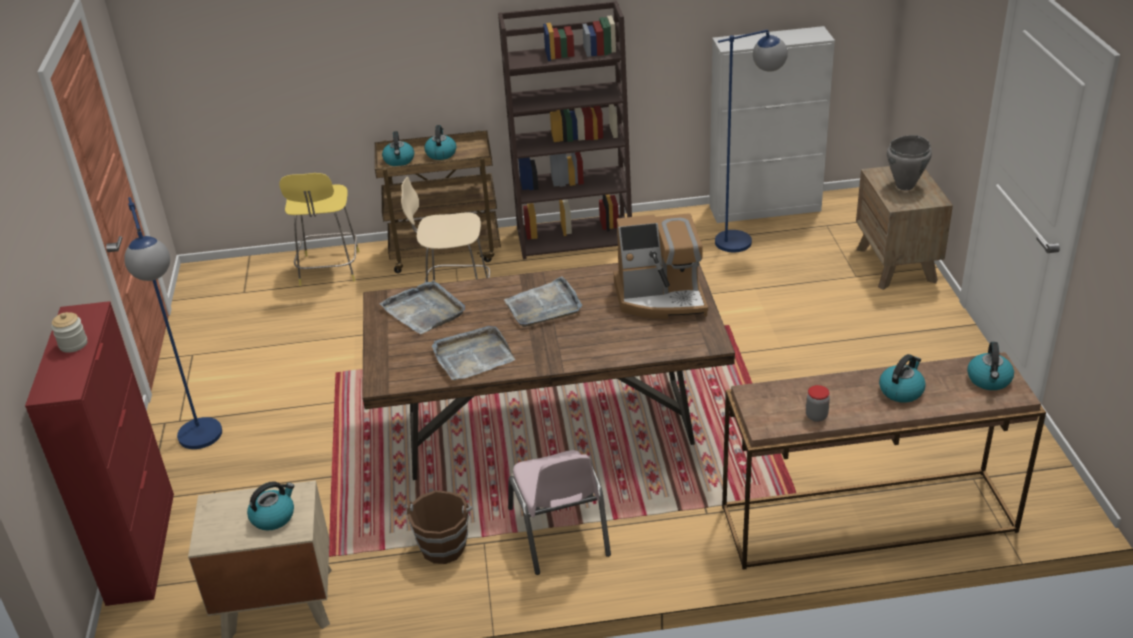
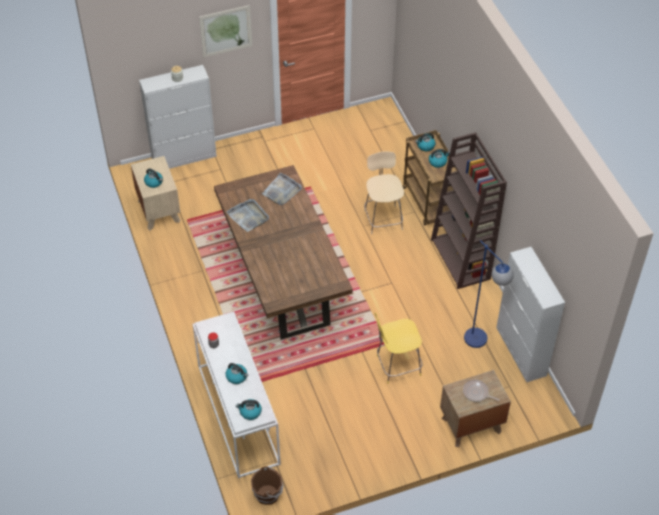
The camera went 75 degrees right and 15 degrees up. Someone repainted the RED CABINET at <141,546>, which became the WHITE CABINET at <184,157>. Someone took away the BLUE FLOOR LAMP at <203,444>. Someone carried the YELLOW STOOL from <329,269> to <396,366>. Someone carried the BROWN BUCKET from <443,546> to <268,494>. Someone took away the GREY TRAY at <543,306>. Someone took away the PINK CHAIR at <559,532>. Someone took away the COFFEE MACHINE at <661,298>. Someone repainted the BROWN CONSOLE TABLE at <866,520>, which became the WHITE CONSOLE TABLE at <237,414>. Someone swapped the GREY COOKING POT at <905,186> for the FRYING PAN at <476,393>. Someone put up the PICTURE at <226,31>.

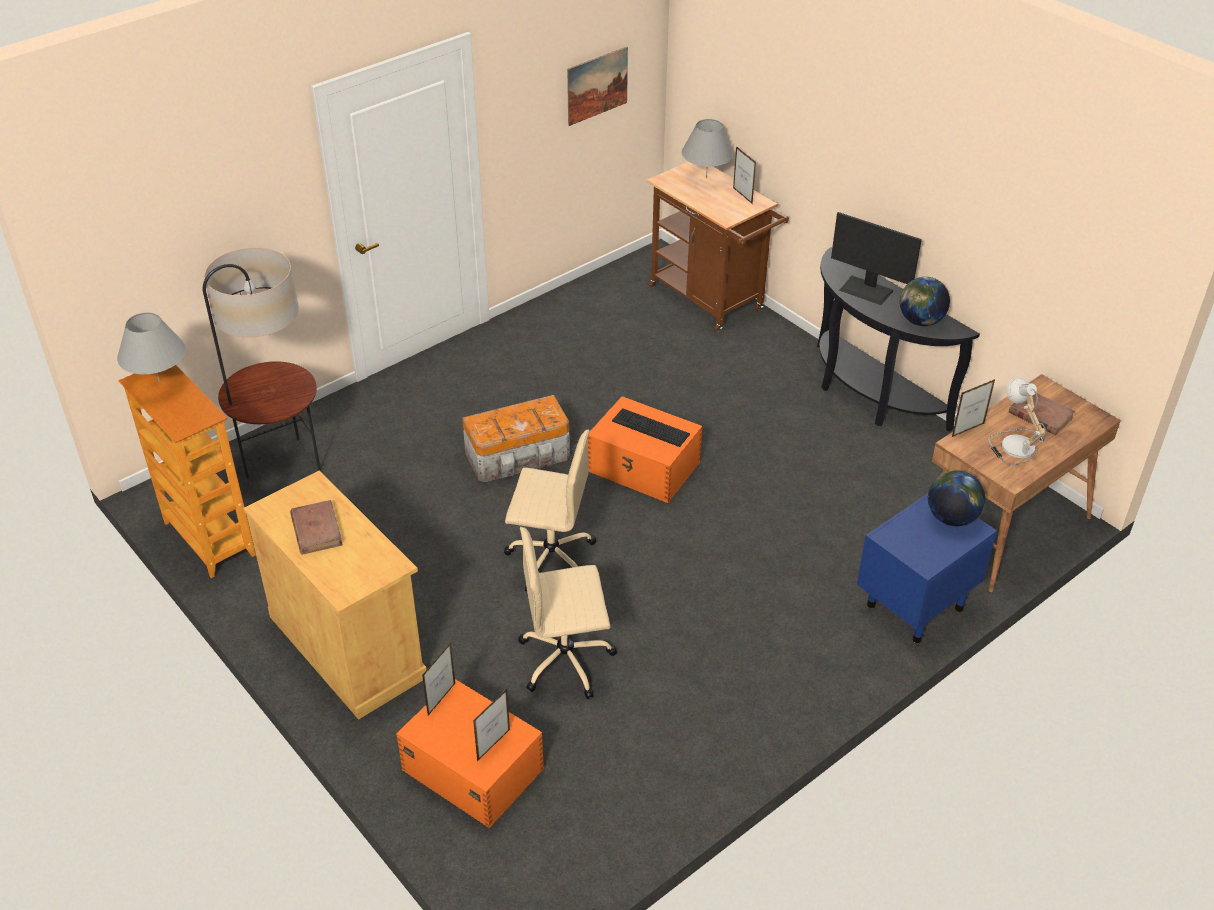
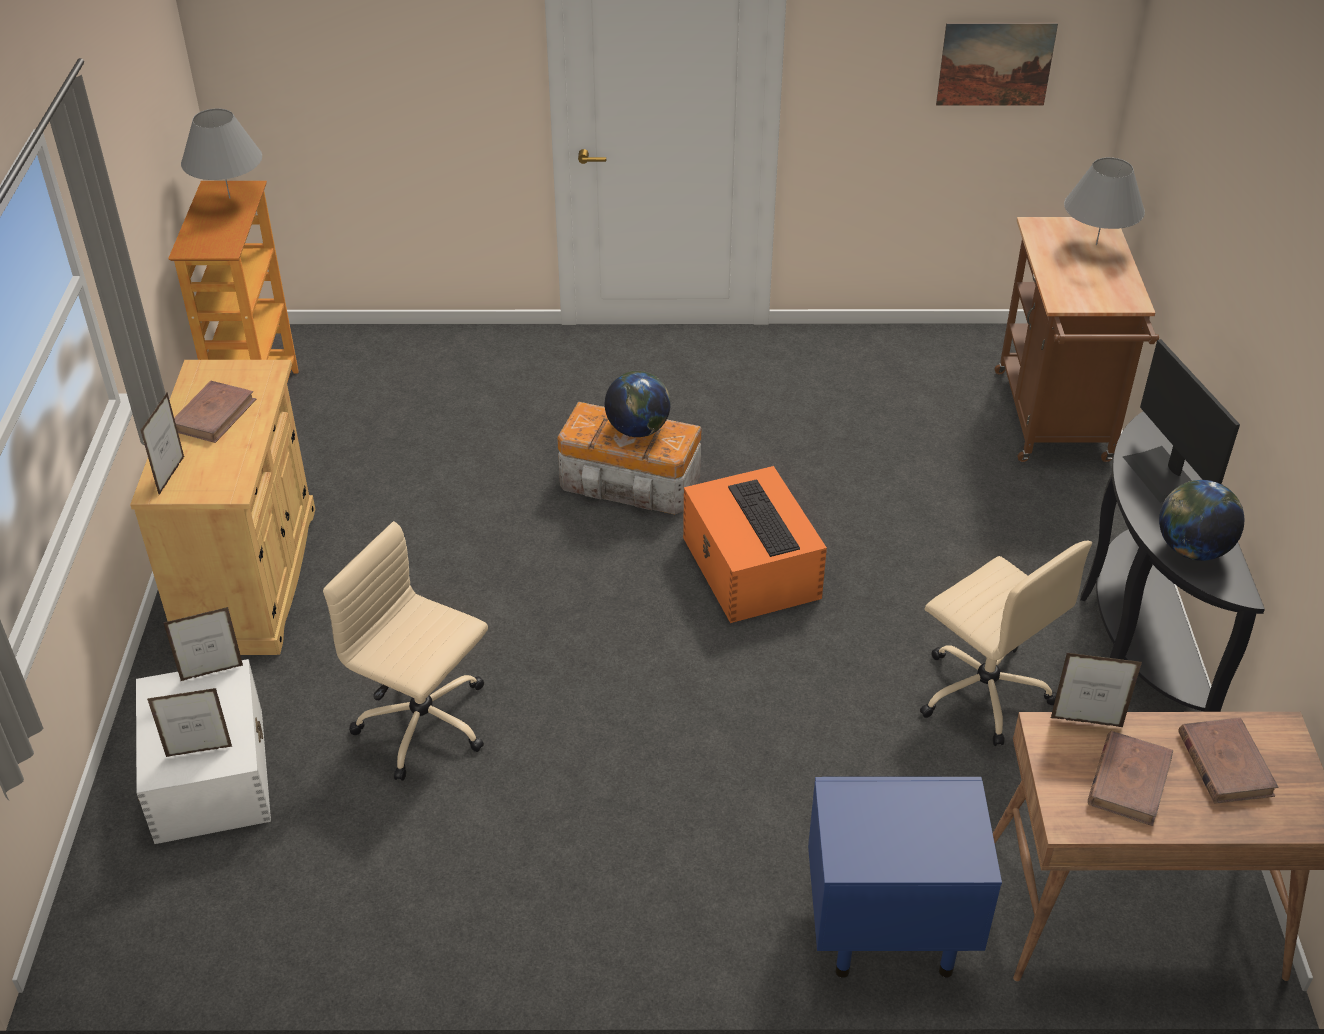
The camera went 40 degrees right and 0 degrees up. Someone took away the FLOOR LAMP at <282,464>. Someone repainted the ORANGE STORAGE BOX at <472,768>, which became the WHITE STORAGE BOX at <211,773>. Someone carried the BEIGE OFFICE CHAIR from <550,558> to <983,691>. Someone carried the PICTURE FRAME from <742,196> to <171,475>. Someone carried the GLOBE from <951,518> to <638,430>. Someone swapped the TABLE LAMP at <1014,446> for the BROWN BOOK at <1129,781>.

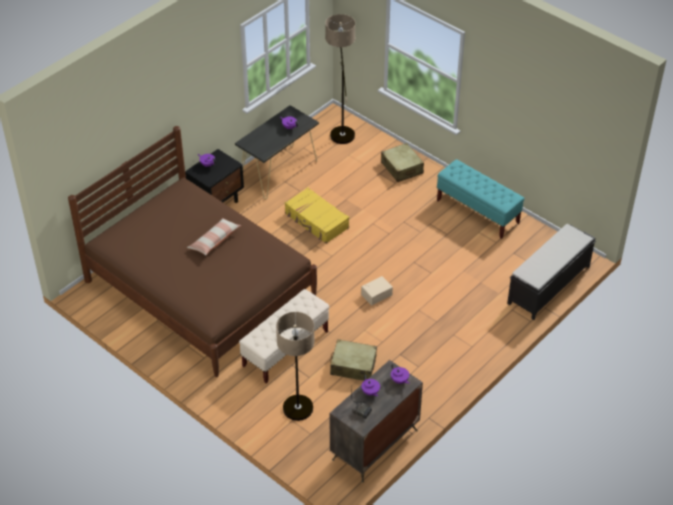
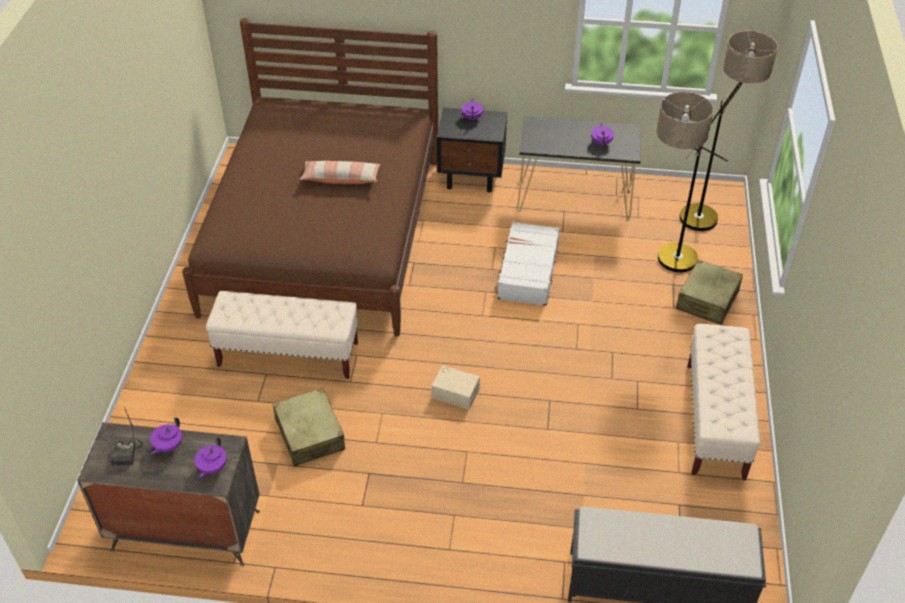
The camera went 55 degrees right and 0 degrees up. Someone carried the FLOOR LAMP from <298,418> to <665,265>. Someone repainted the YELLOW SUITCASE at <316,221>, which became the WHITE SUITCASE at <527,271>. Someone repainted the TURQUOISE BENCH at <478,212>, which became the BEIGE BENCH at <715,421>.

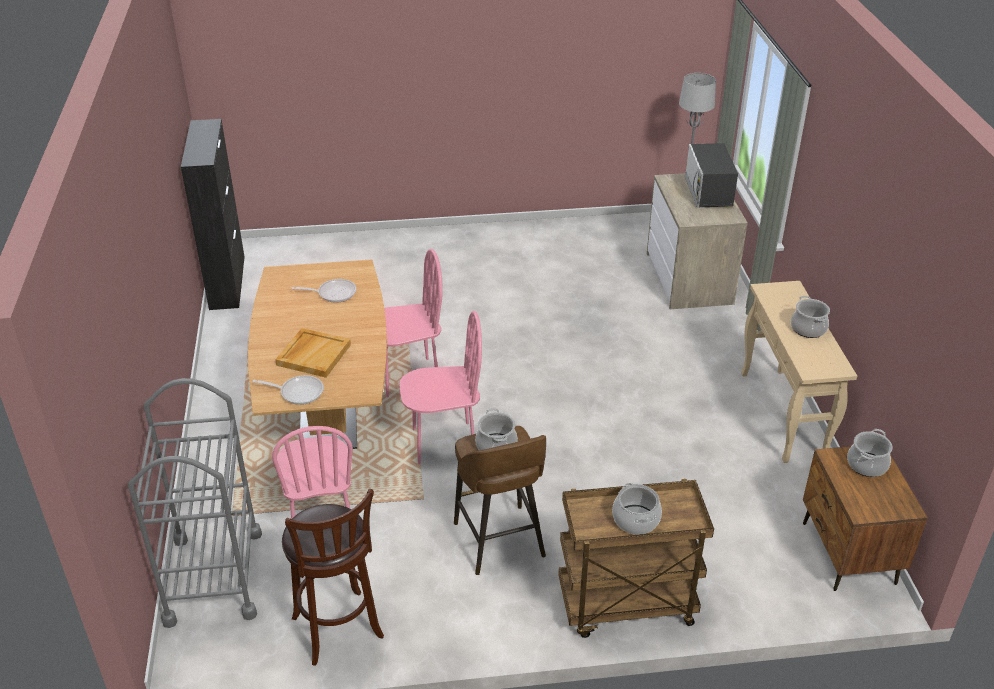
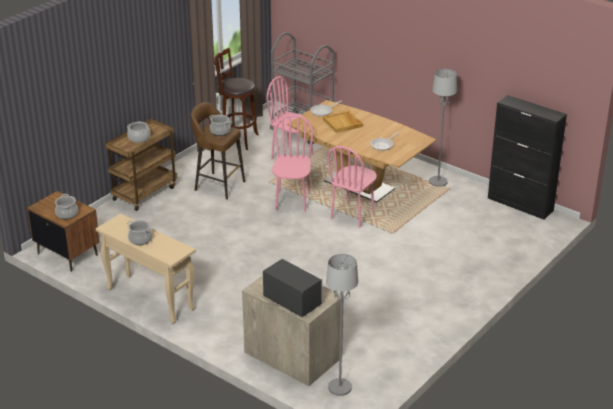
The camera went 135 degrees right and 5 degrees down. Someone rotated the PINK CHAIR at <444,443> by 150 degrees clockwise. Someone put down the GREY FLOOR LAMP at <437,182>.

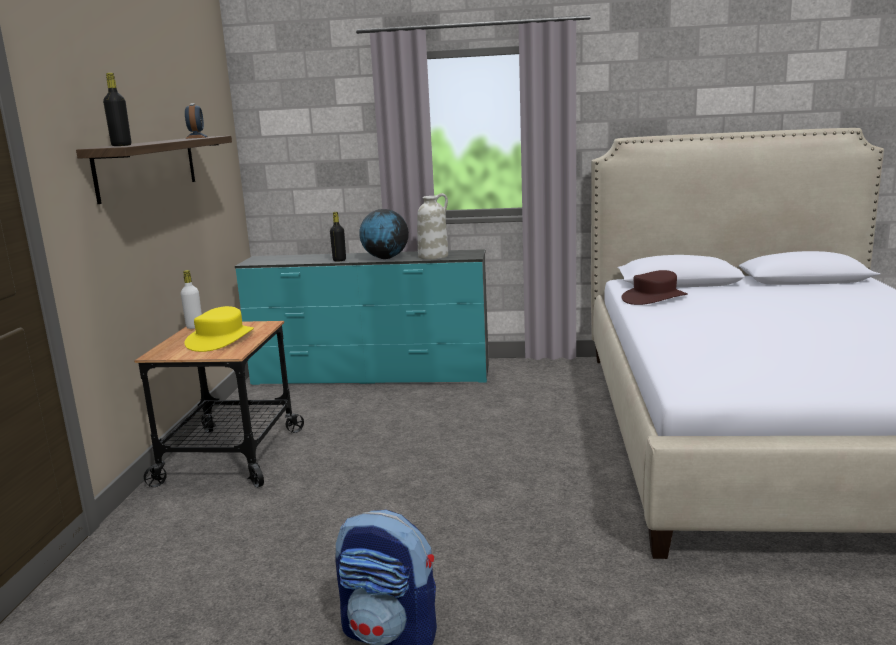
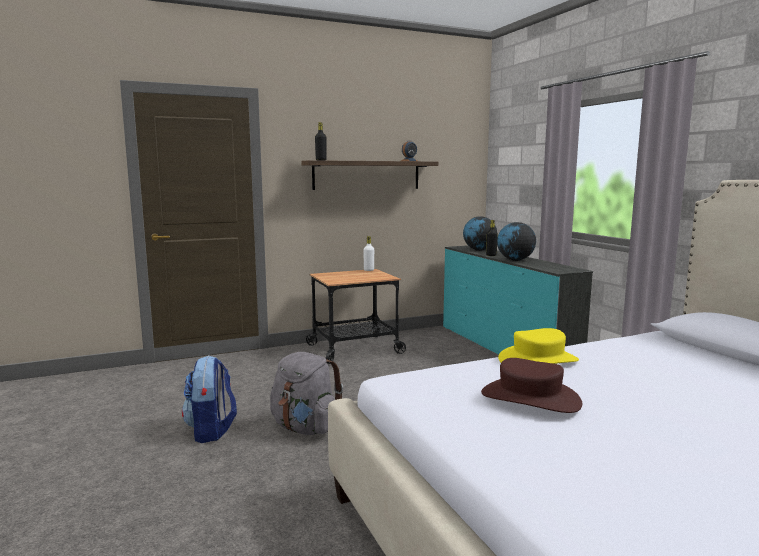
The camera went 60 degrees right and 5 degrees down. Someone carried the YELLOW HAT from <221,339> to <538,360>. Someone took away the WHITE VASE at <433,256>. Someone carried the BROWN HAT from <654,298> to <530,398>. Someone put down the GREY BACKPACK at <305,428>. Someone put down the GLOBE at <479,250>.

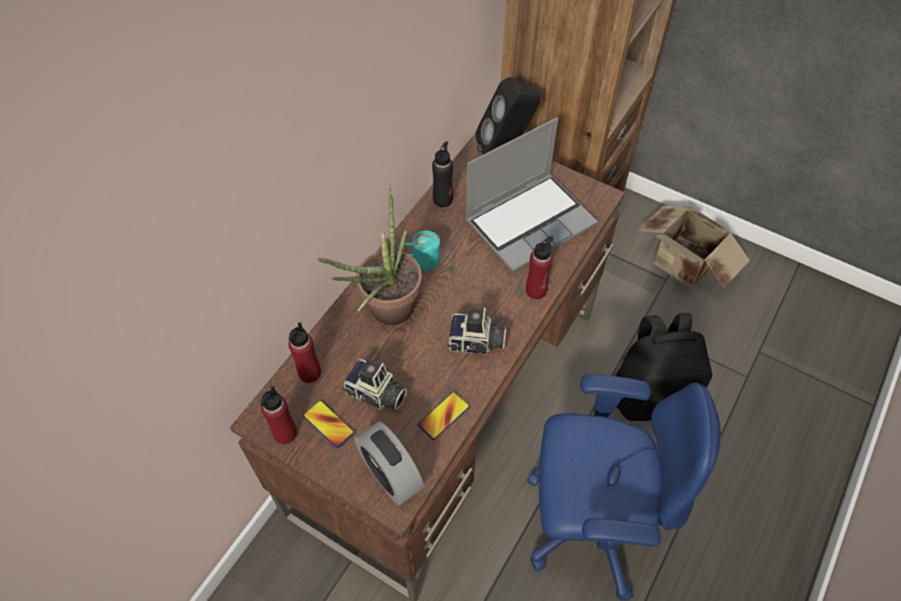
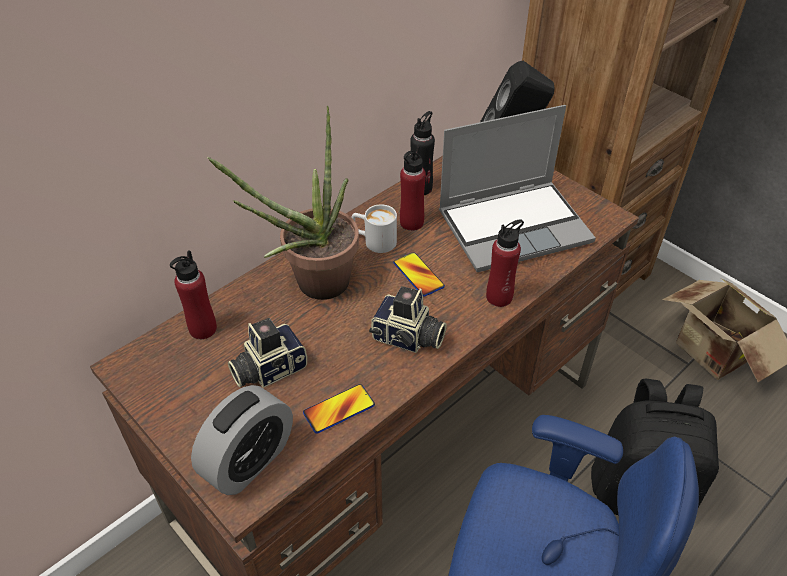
The camera went 15 degrees right and 10 degrees down. Someone carried the RED BOTTLE from <285,433> to <411,222>. Someone carried the PHONE from <328,424> to <418,275>. Someone rotated the PHOTO CAMERA at <376,395> by 105 degrees clockwise. Someone rotated the ALARM CLOCK at <390,474> by 120 degrees counterclockwise. Someone repainted the TURQUOISE MUG at <420,260>, which became the WHITE MUG at <374,241>.

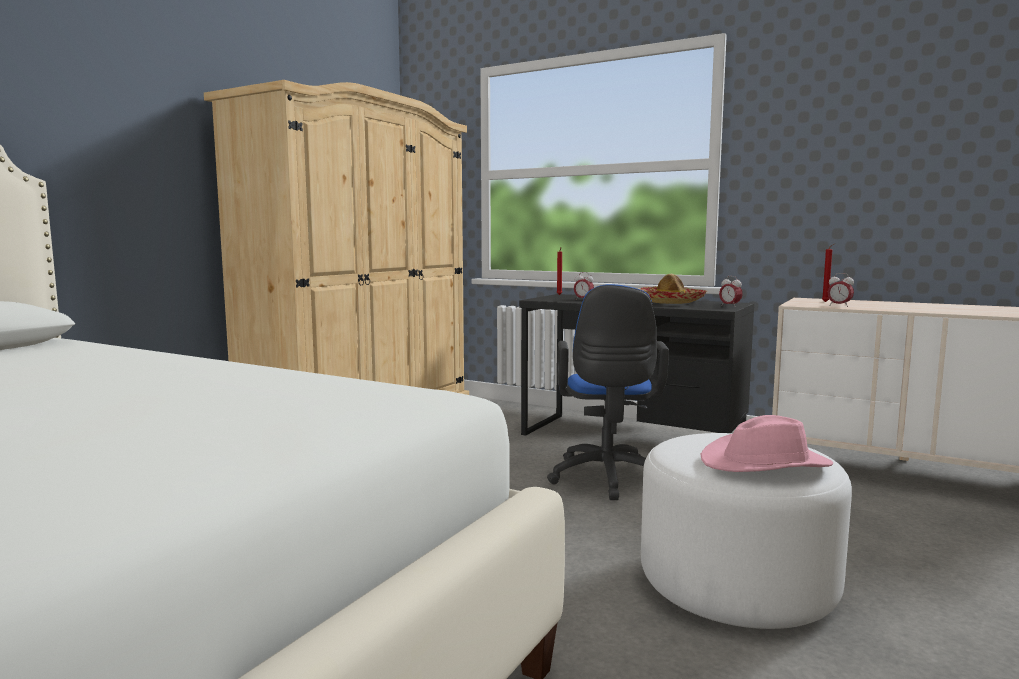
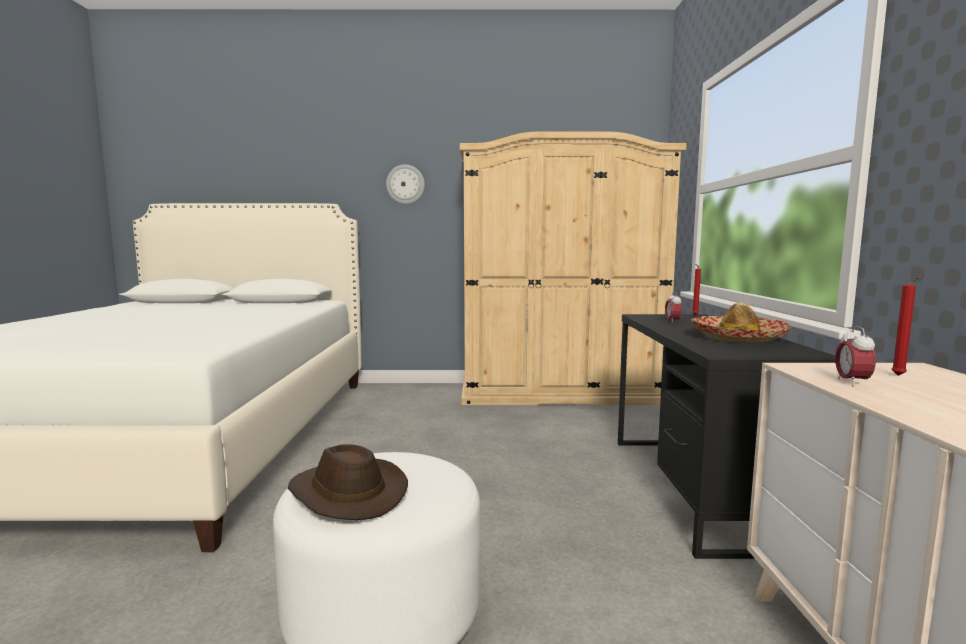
The camera went 60 degrees right and 0 degrees up. Someone took away the BLUE OFFICE CHAIR at <607,480>. Someone repainted the PINK HAT at <765,464>, which became the BROWN HAT at <346,493>. Someone took away the ALARM CLOCK at <730,306>. Someone put up the WALL CLOCK at <405,184>.

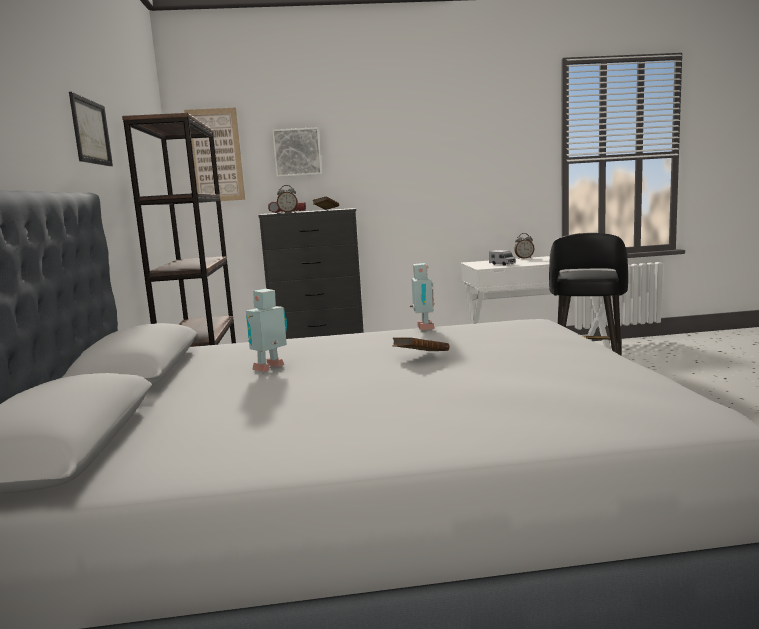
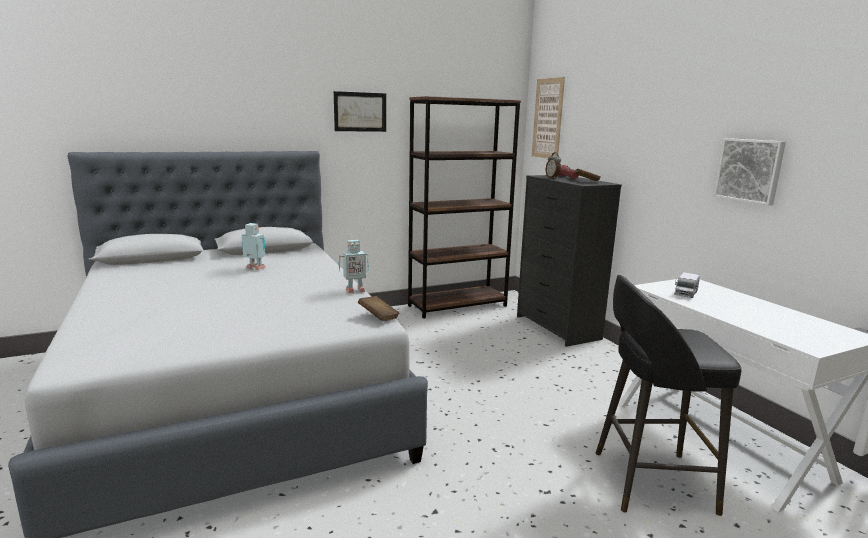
The camera went 70 degrees right and 5 degrees up. Someone carried the PICTURE from <297,152> to <750,170>. Someone carried the BROWN BOOK from <421,357> to <378,317>. Someone took away the ALARM CLOCK at <524,258>.

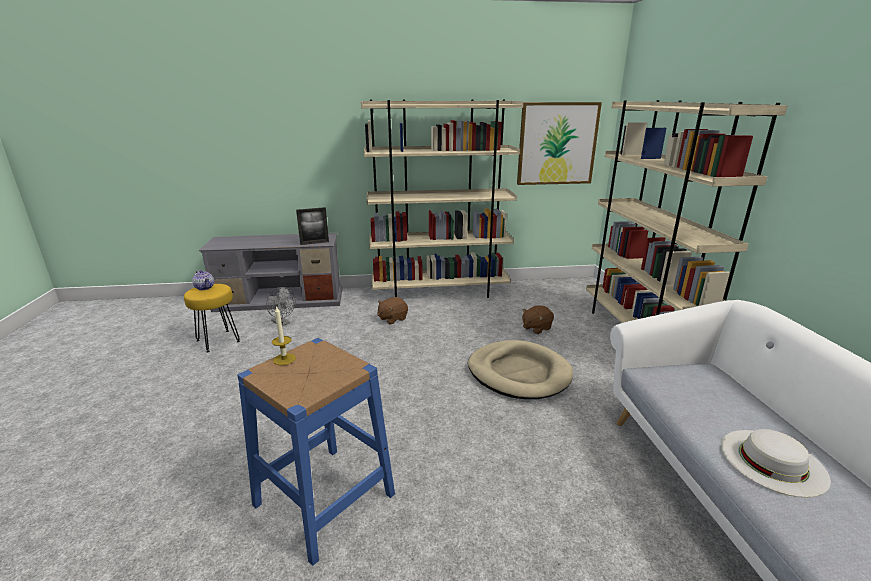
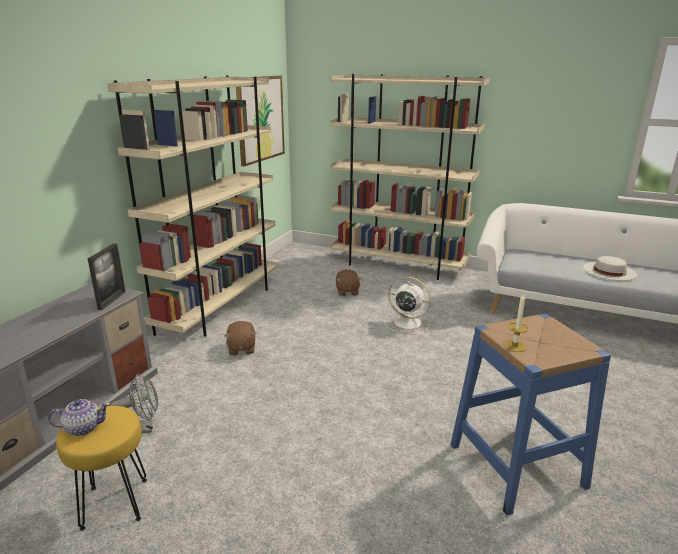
The camera went 60 degrees left and 0 degrees up. Someone swapped the BEIGE DOG BED at <518,373> for the WHITE FAN at <406,322>.

